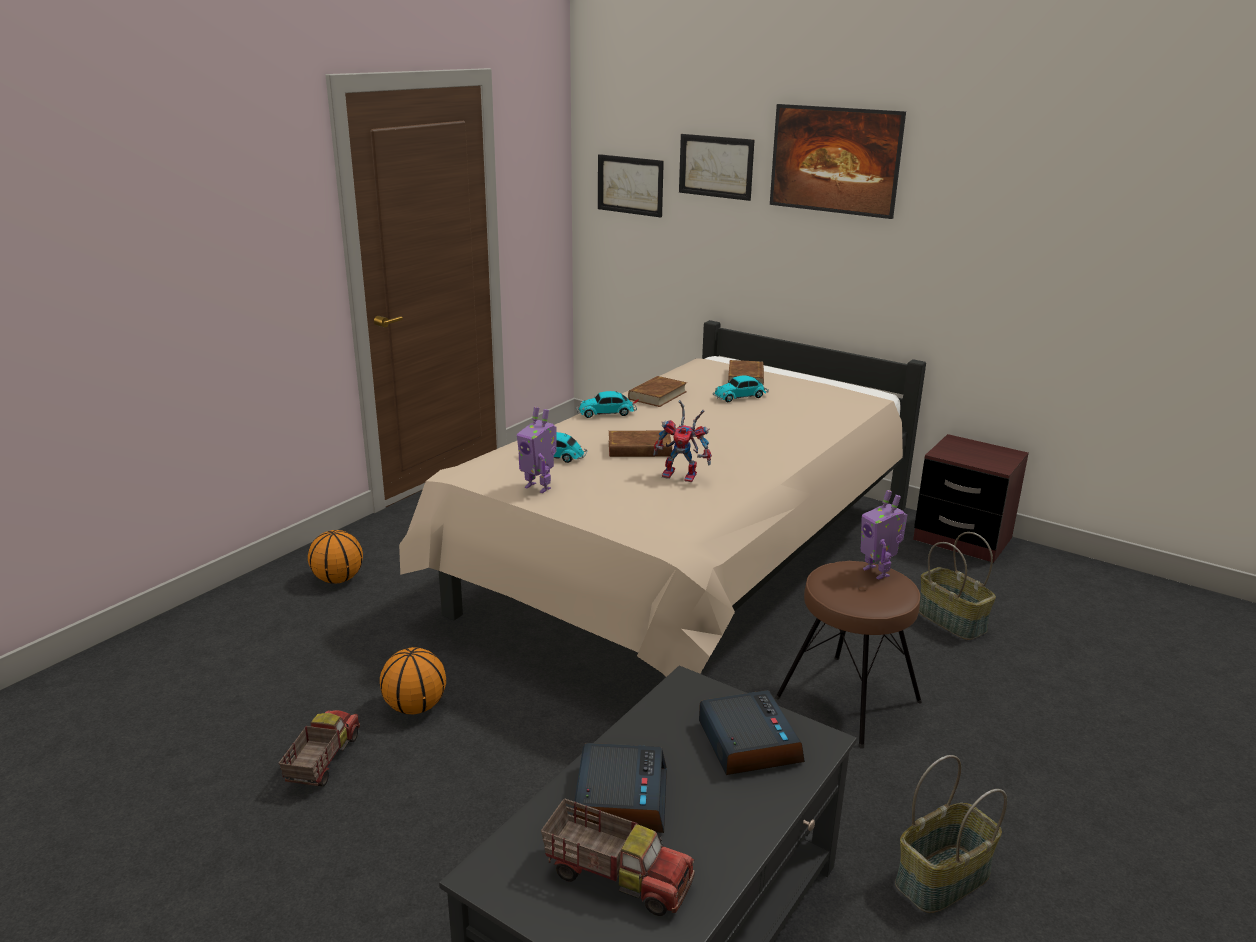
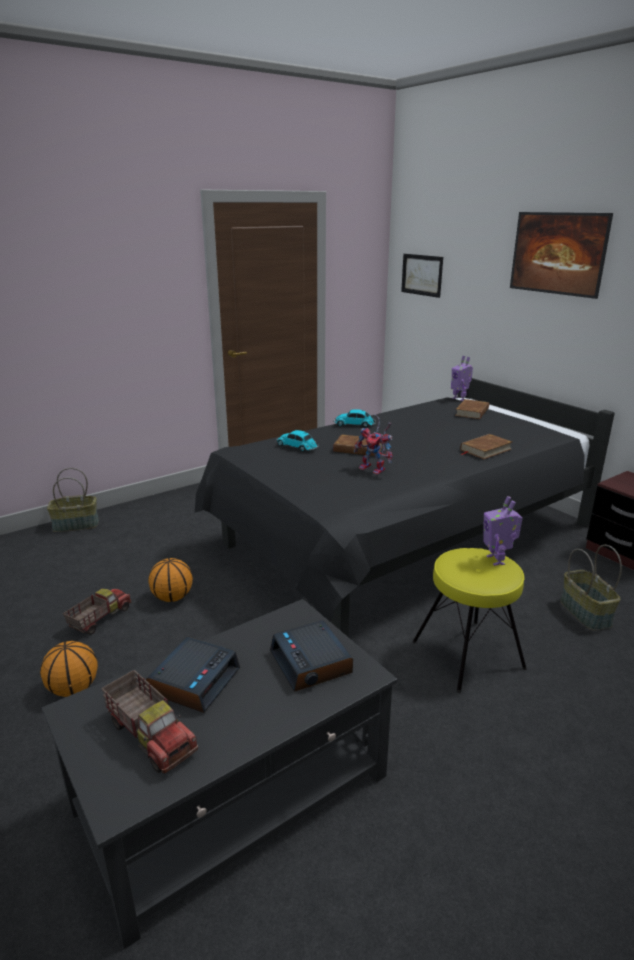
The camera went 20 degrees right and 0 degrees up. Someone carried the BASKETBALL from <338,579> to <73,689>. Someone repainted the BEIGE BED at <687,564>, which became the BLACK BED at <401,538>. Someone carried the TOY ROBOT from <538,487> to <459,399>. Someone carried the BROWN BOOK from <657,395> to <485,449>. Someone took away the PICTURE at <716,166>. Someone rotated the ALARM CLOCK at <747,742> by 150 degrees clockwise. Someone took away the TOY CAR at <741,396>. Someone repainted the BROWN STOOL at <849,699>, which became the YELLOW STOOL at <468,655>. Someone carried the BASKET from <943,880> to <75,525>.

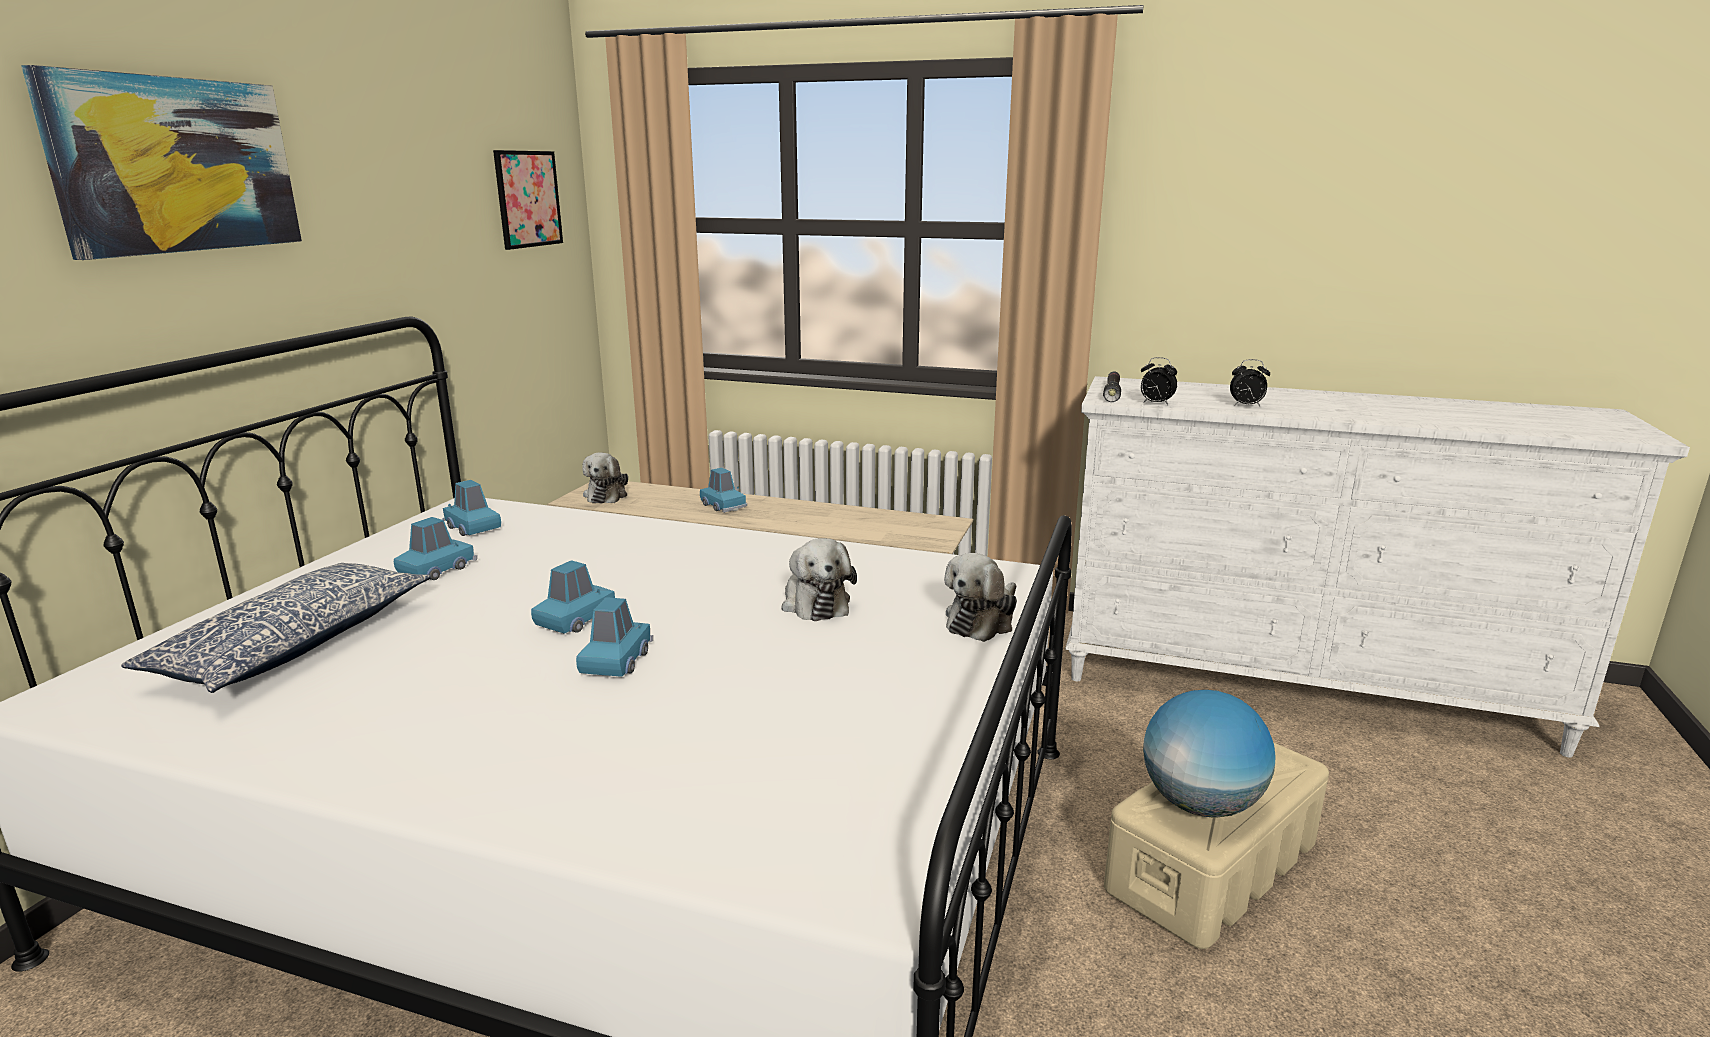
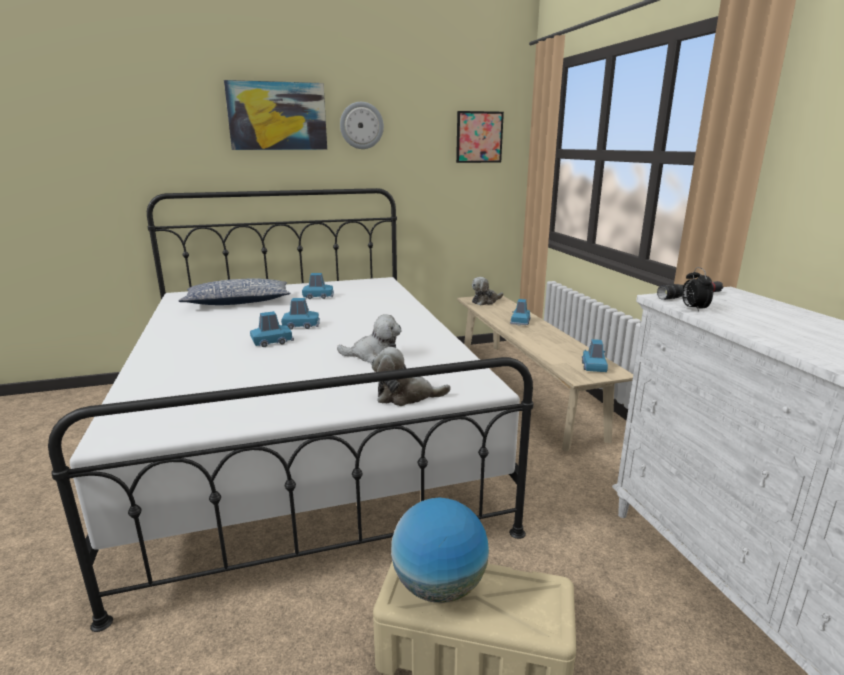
The camera went 55 degrees right and 0 degrees up. Someone carried the BLUE TOY CAR from <473,527> to <594,367>. Someone rotated the PLUSH TOY at <814,603> by 120 degrees counterclockwise. Someone took away the ALARM CLOCK at <1246,406>. Someone put up the WALL CLOCK at <361,125>.

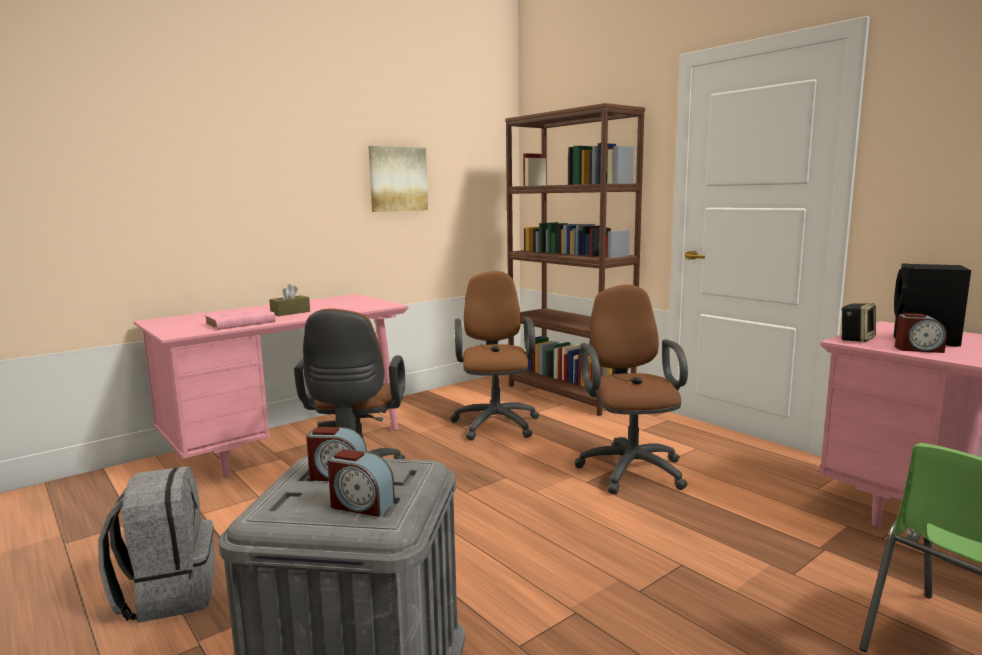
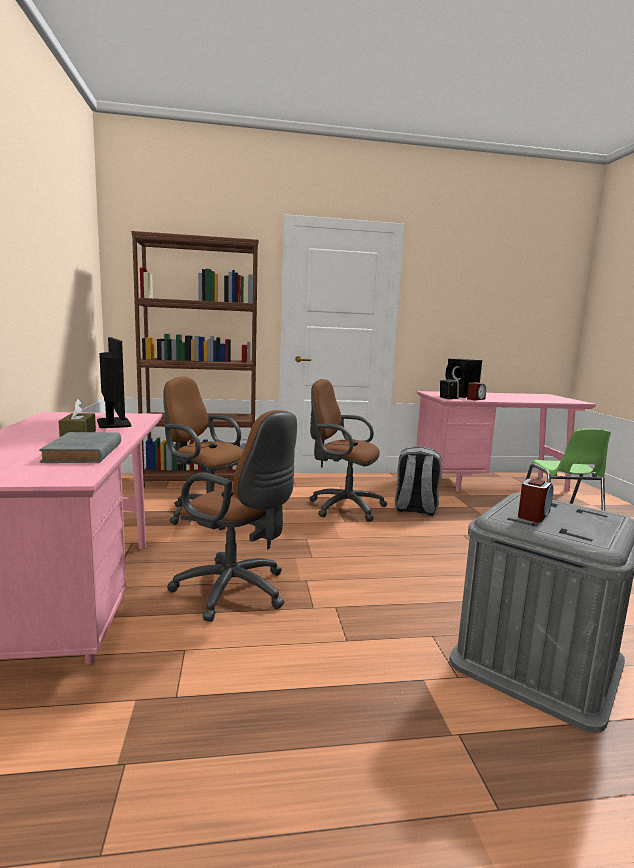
The camera went 60 degrees left and 0 degrees up. Someone carried the GREY BACKPACK from <168,594> to <415,509>. Someone repainted the PINK BOOK at <238,323>, which became the GREY BOOK at <83,453>. Someone took away the ALARM CLOCK at <361,505>. Someone took away the PICTURE at <397,179>. Someone put down the MONITOR at <113,423>.

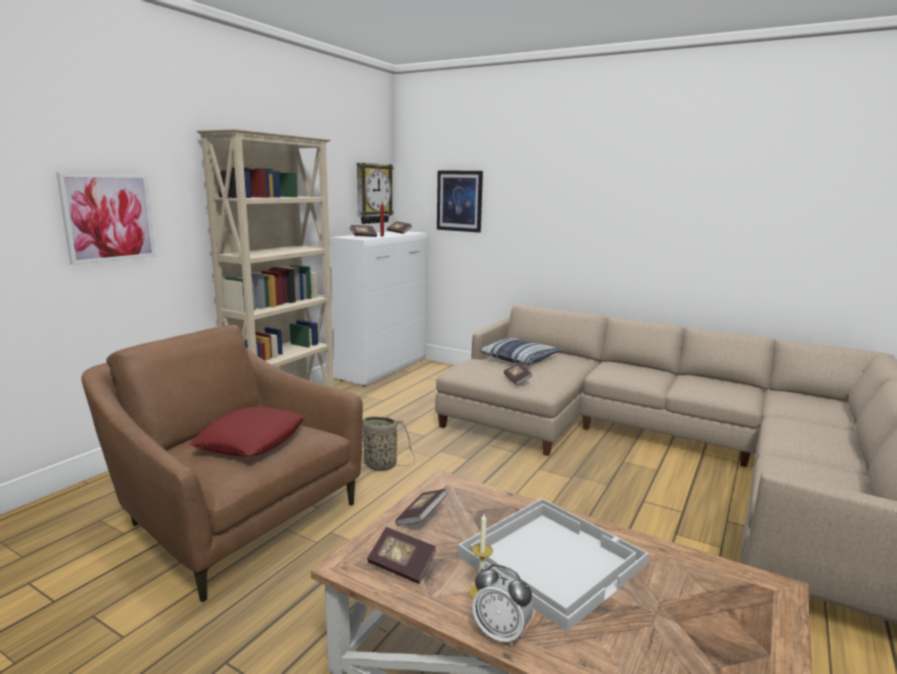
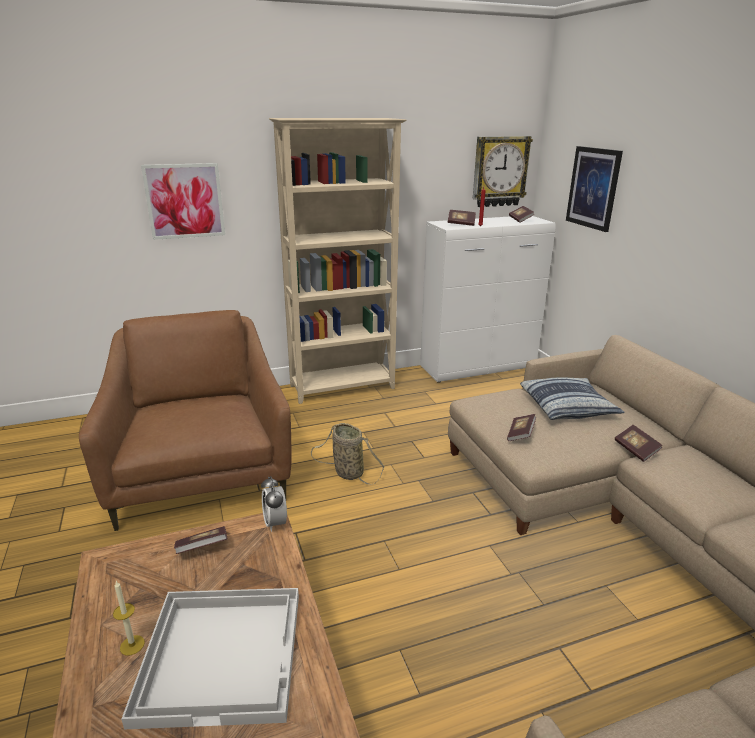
The camera went 40 degrees right and 10 degrees up. Someone took away the RED PILLOW at <251,440>. Someone carried the BOOK from <401,566> to <636,450>. Someone carried the ALARM CLOCK from <501,633> to <275,523>.

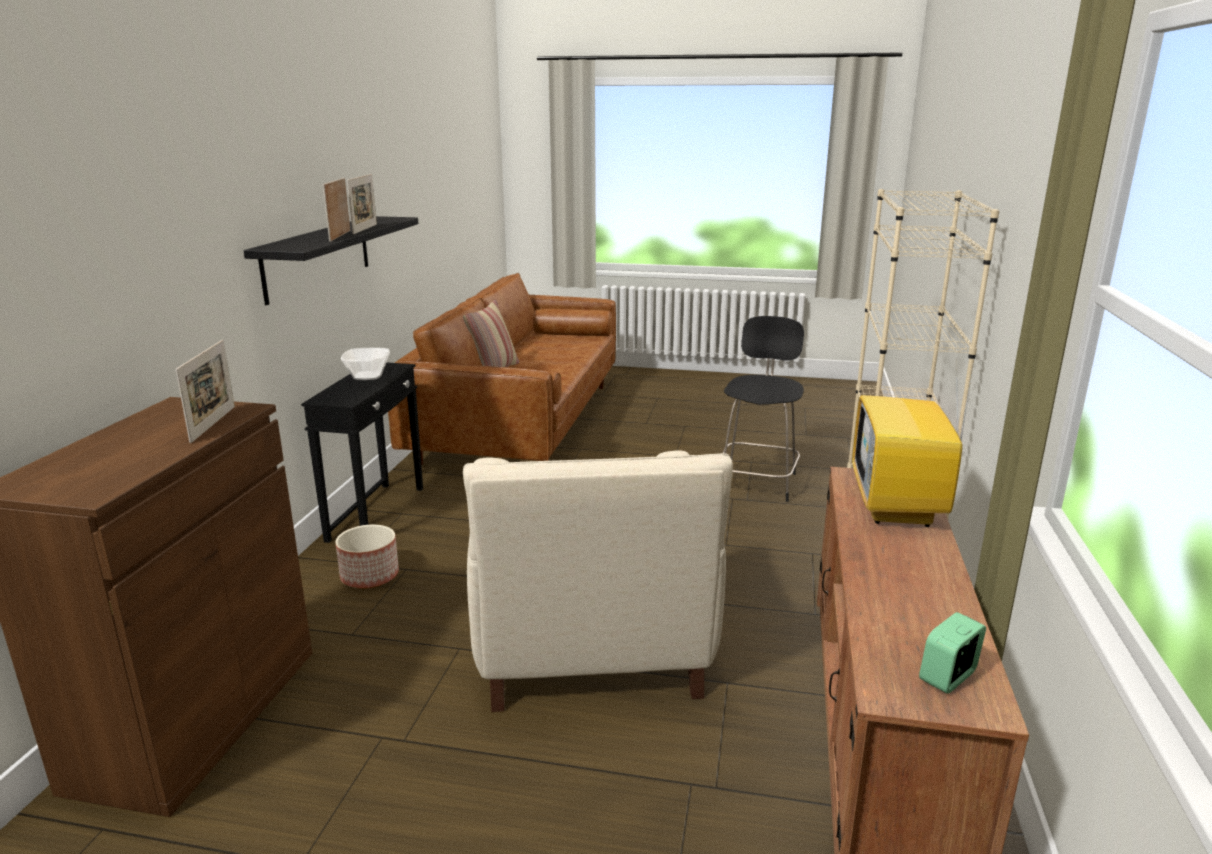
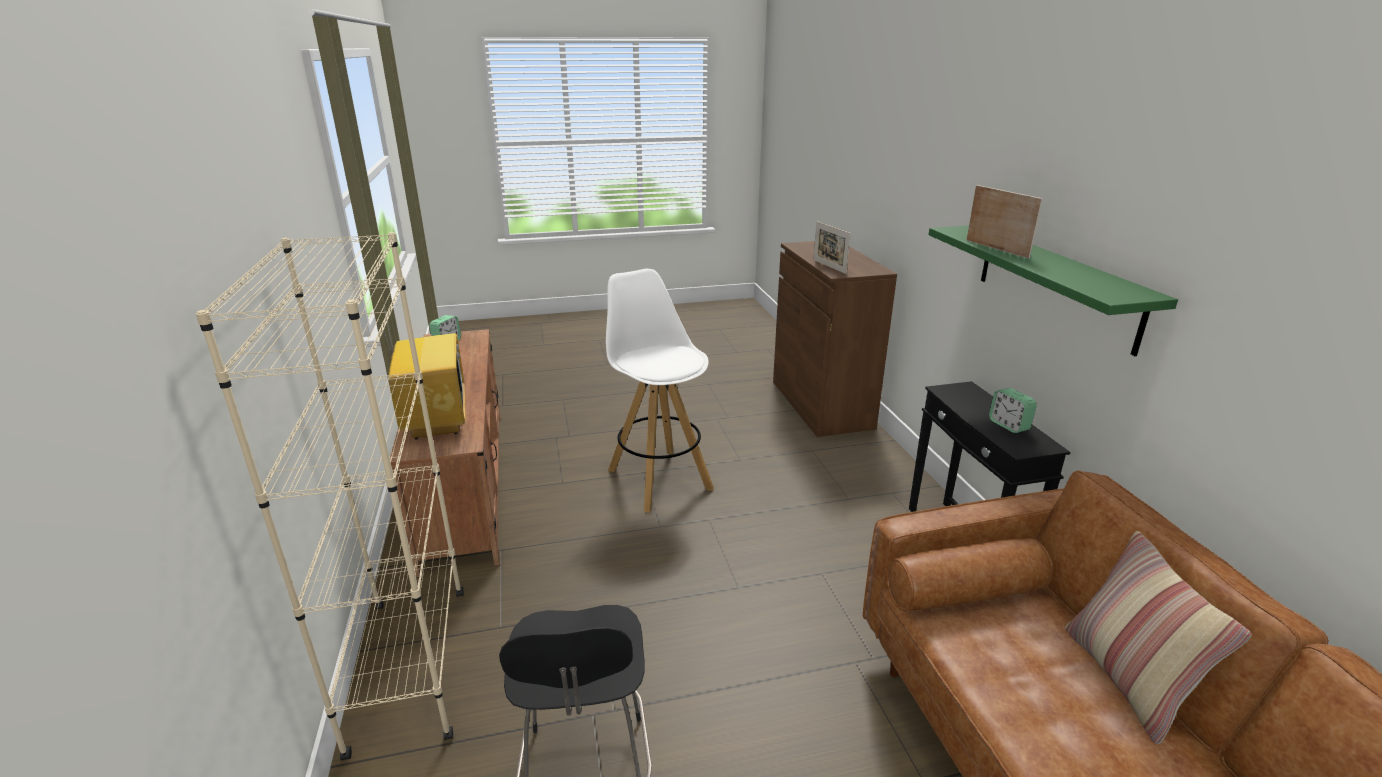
The camera went 155 degrees right and 5 degrees up. Someone repainted the BLACK SHELF at <318,257>, which became the GREEN SHELF at <1055,284>. Someone took away the PLANTER at <369,576>. Someone swapped the BOWL at <367,376> for the ALARM CLOCK at <1008,425>. Someone took away the PICTURE FRAME at <365,229>. Someone swapped the BEIGE ARMCHAIR at <590,651> for the WHITE STOOL at <659,478>.

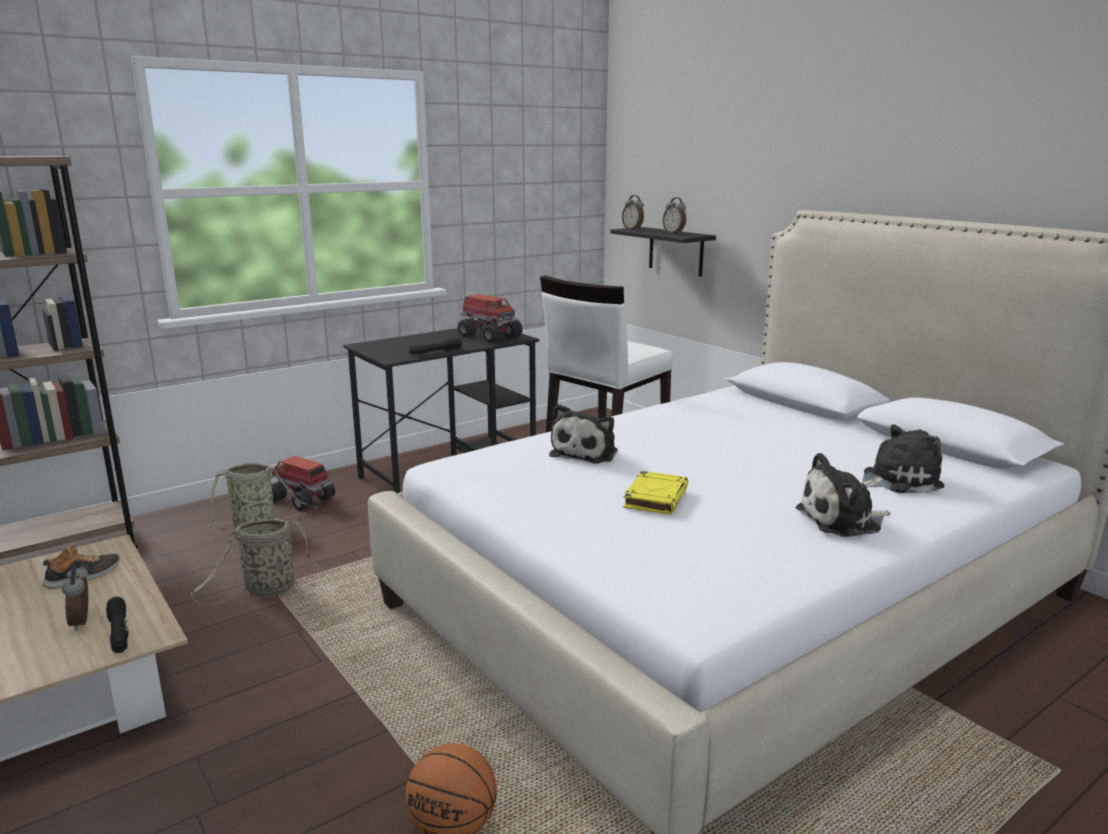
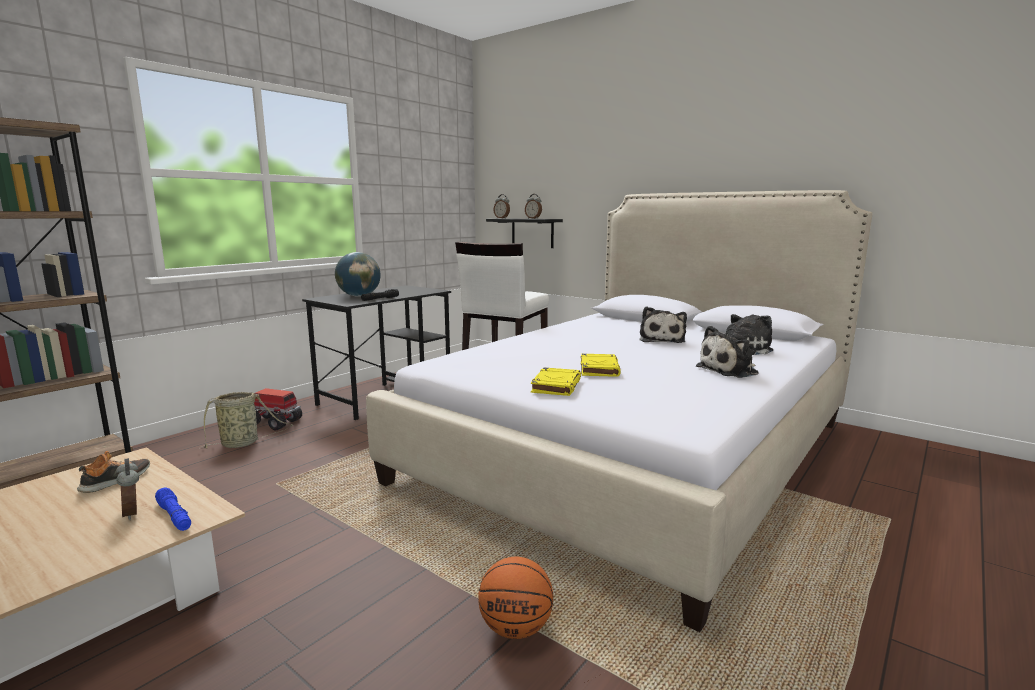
The camera went 15 degrees left and 5 degrees down. Someone repainted the BLACK FLASHLIGHT at <119,632>, which became the BLUE FLASHLIGHT at <174,516>. Someone took away the BASKET at <267,591>. Someone took away the TOY TRUCK at <489,336>. Someone carried the PLUSH TOY from <586,453> to <661,339>. Someone put down the GLOBE at <358,296>. Someone put down the YELLOW BOOK at <556,386>.

